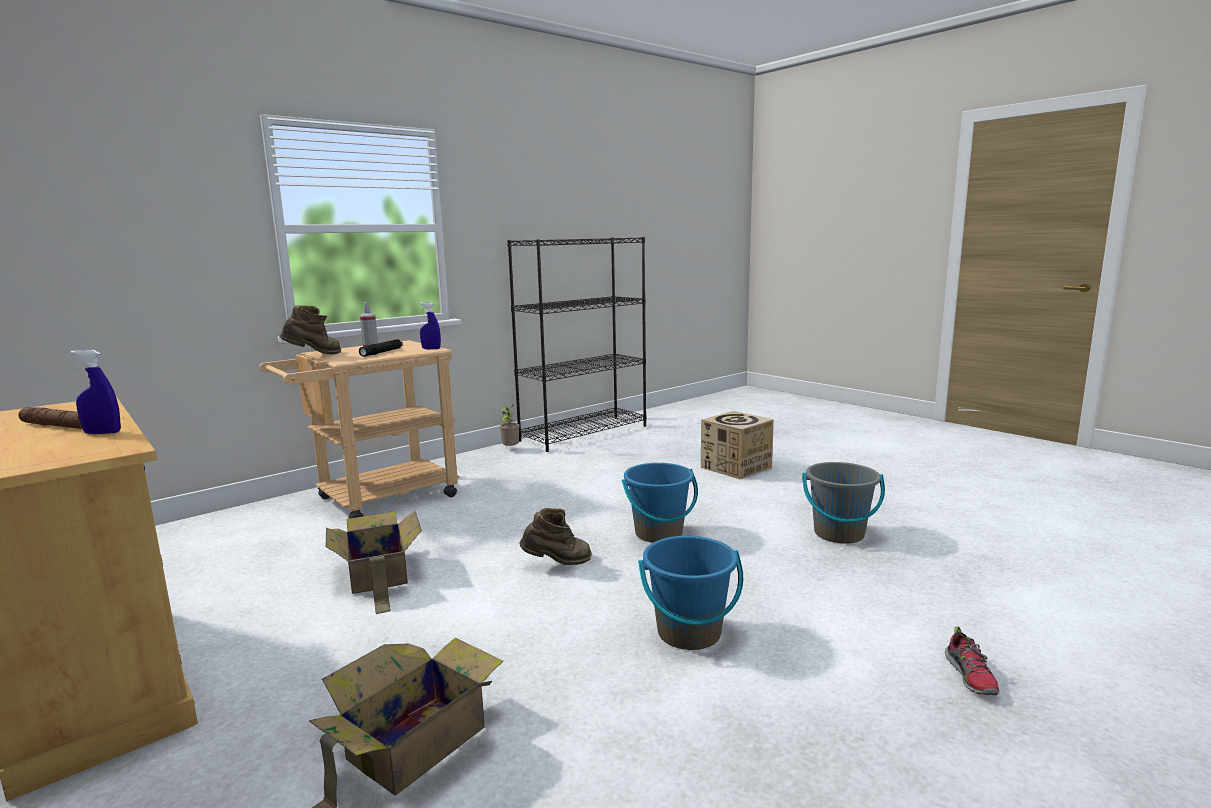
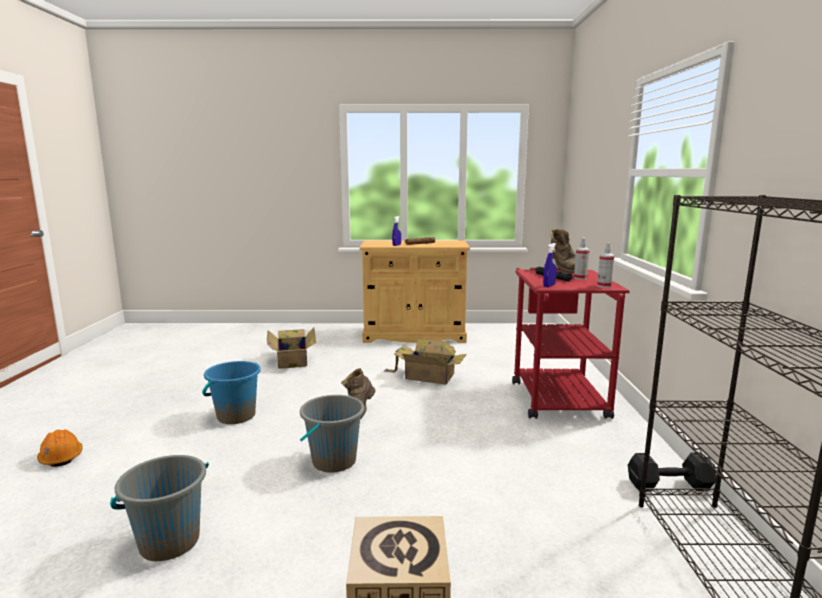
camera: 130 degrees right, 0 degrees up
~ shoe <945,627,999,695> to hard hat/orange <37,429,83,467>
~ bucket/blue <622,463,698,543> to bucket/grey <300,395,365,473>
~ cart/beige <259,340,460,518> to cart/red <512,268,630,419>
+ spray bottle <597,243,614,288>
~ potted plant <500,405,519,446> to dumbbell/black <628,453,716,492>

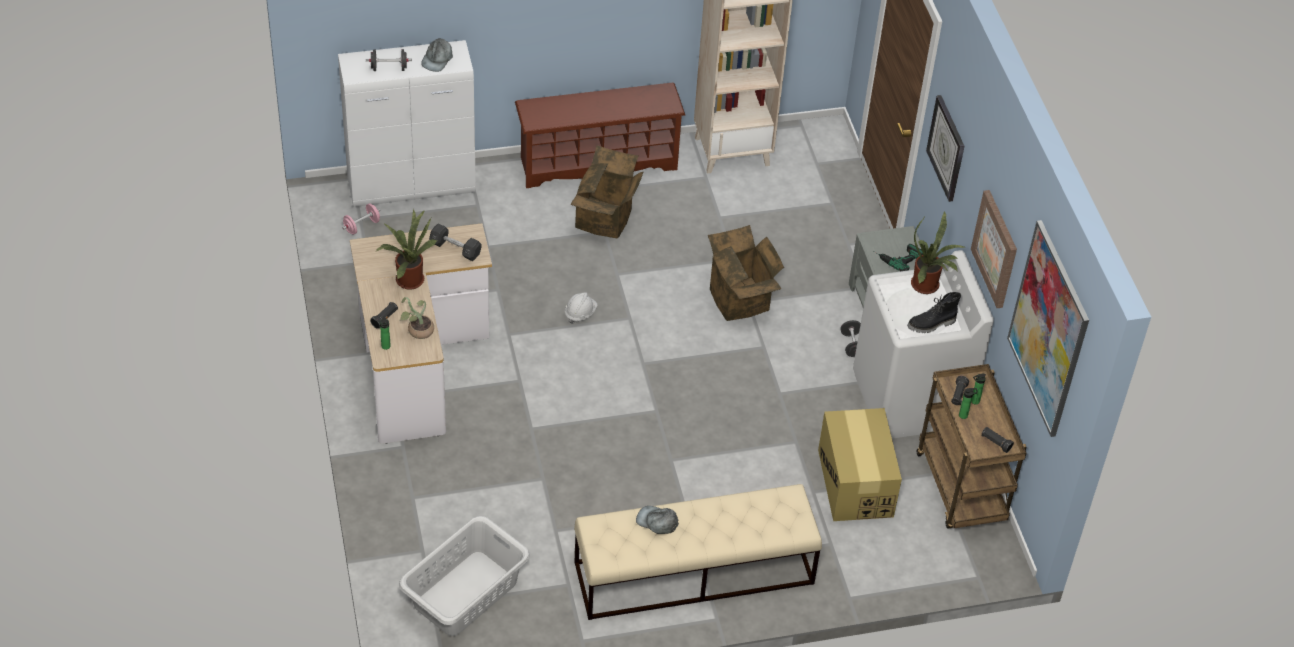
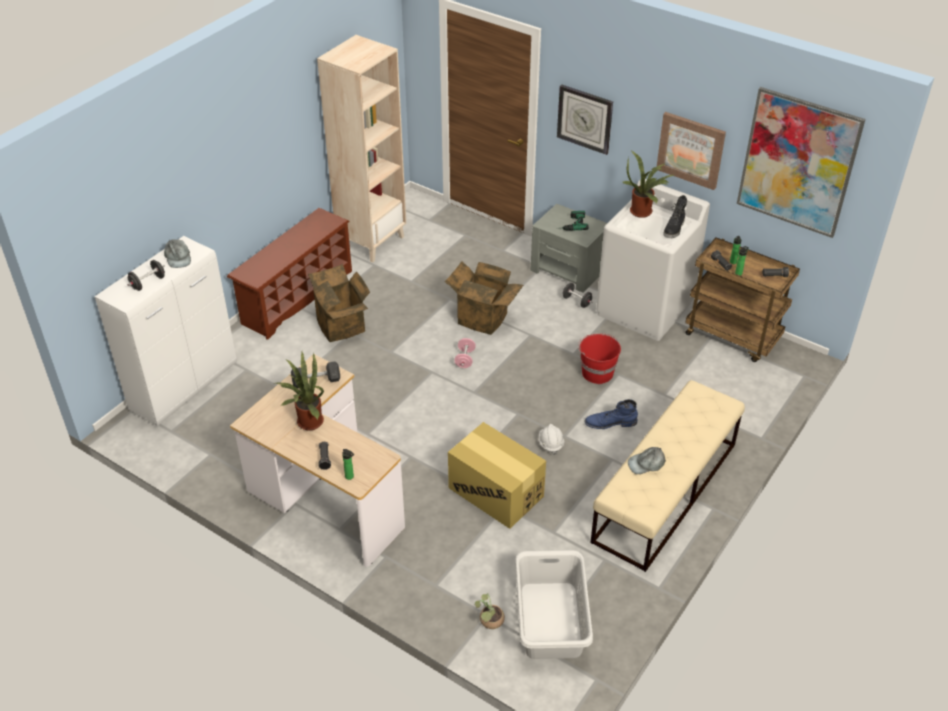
camera: 40 degrees left, 5 degrees down
~ cardboard box <818,408,902,521> to <448,422,546,529>
~ dumbbell/pink <343,203,380,235> to <455,338,476,368>
~ potted plant <400,297,434,339> to <475,593,505,629>
~ hard hat/white <565,292,598,324> to <539,424,564,455>
+ bucket/red <578,333,621,384>
+ boot/blue <585,399,638,429>

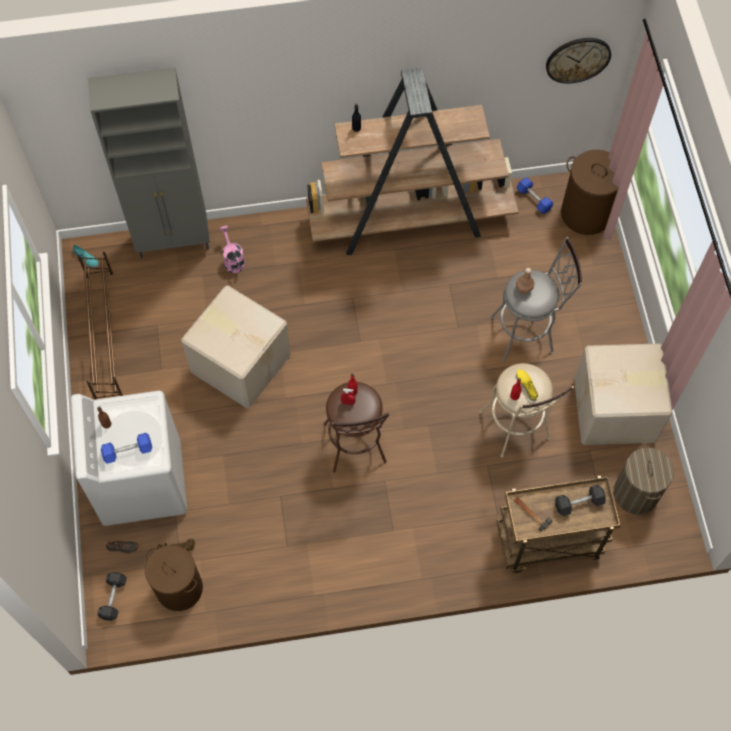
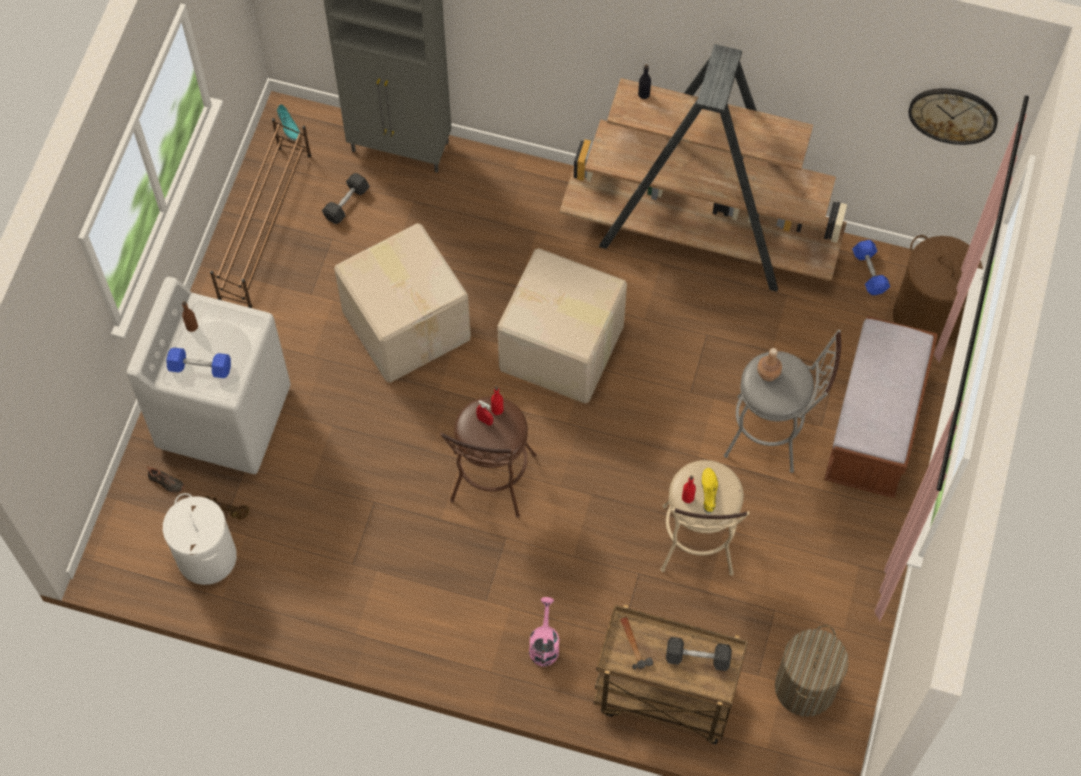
camera: 25 degrees right, 0 degrees up
~ laundry basket/brown <145,545,203,611> to laundry basket/white <163,493,237,585>
~ dumbbell/grey <97,572,127,621> to <322,173,370,224>
~ cardboard box <574,343,672,445> to <497,248,627,403>
~ watering can/pink <219,226,245,273> to <529,597,559,667>
+ bench/brown <824,316,938,498>

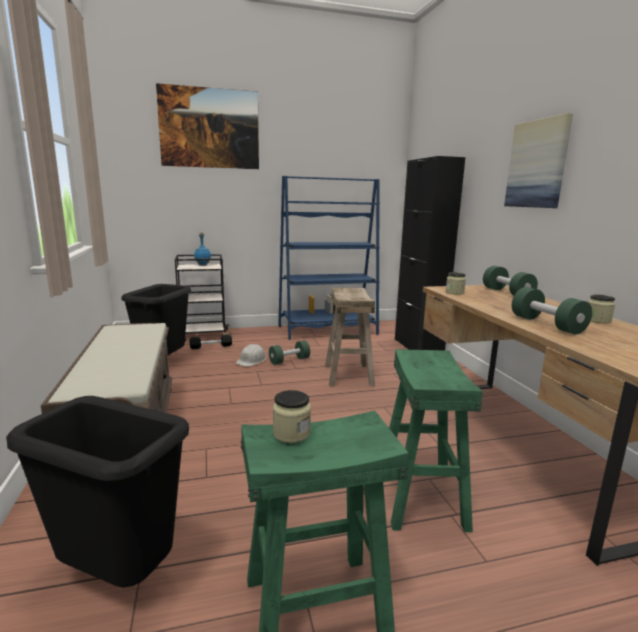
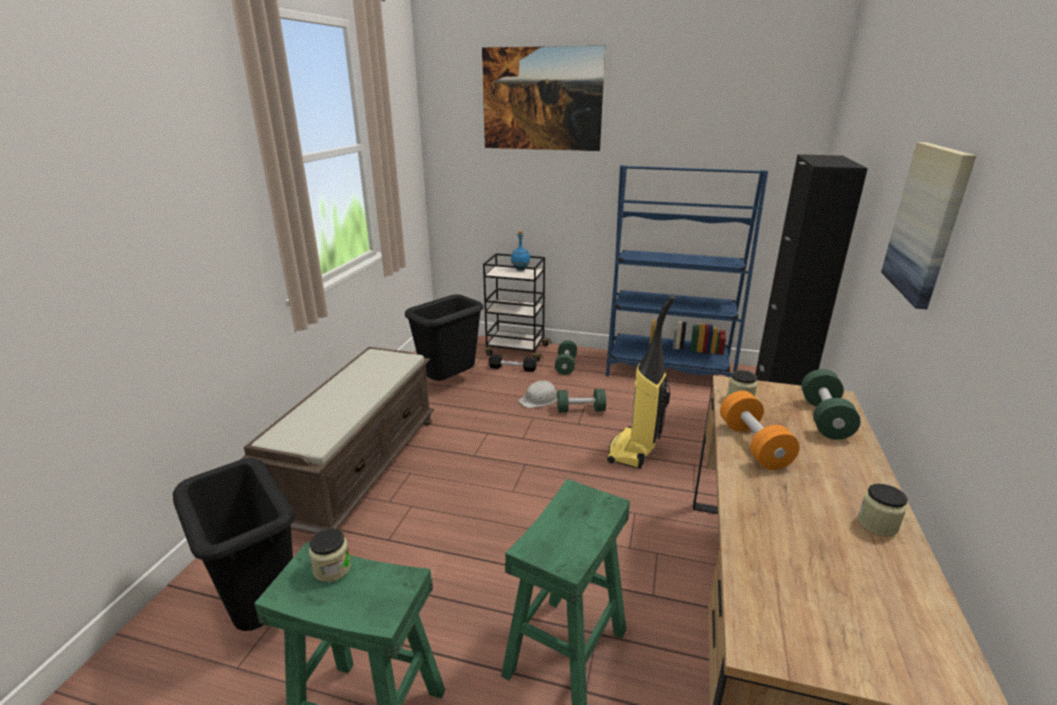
camera: 30 degrees right, 10 degrees up
~ dumbbell/green <512,287,592,334> to <555,340,577,375>
~ stool/beige <325,288,375,387> to vacuum cleaner <607,295,676,469>
+ dumbbell/orange <720,391,800,470>

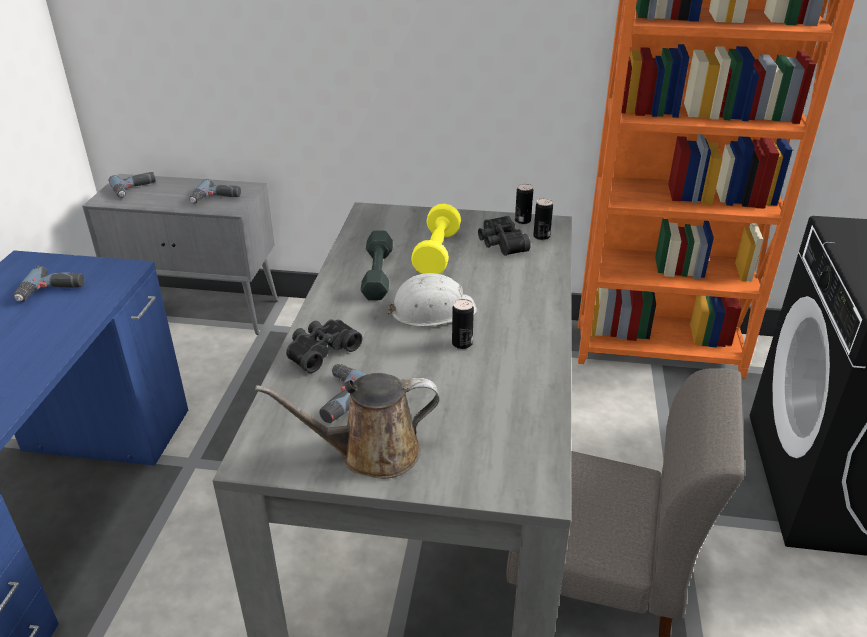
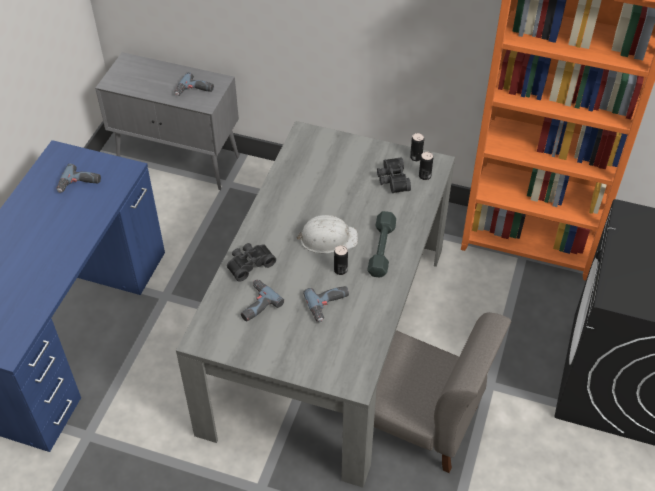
camera: 10 degrees right, 15 degrees up
~ power drill <109,172,156,198> to <303,286,349,322>
~ dumbbell/grey <361,231,393,301> to <367,211,396,277>
- watering can/brown <255,373,440,479>
- dumbbell/yellow <411,204,461,274>

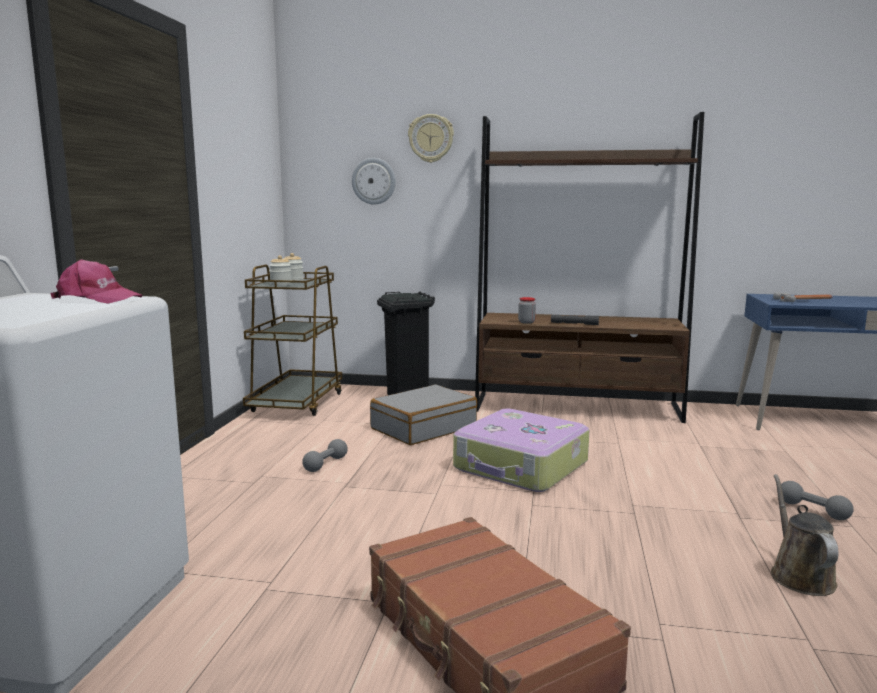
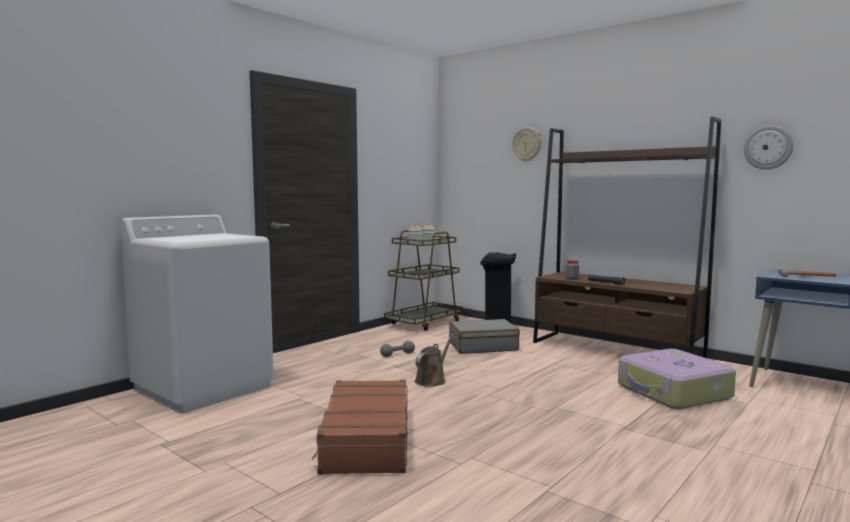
camera: 30 degrees right, 5 degrees down
~ watering can/brown <771,474,838,596> to <415,334,454,387>
~ suitcase <453,409,589,492> to <618,349,736,409>
~ wall clock <352,158,396,205> to <744,125,793,170>
- cap/pink <50,259,142,304>
- dumbbell/grey <781,481,854,520>

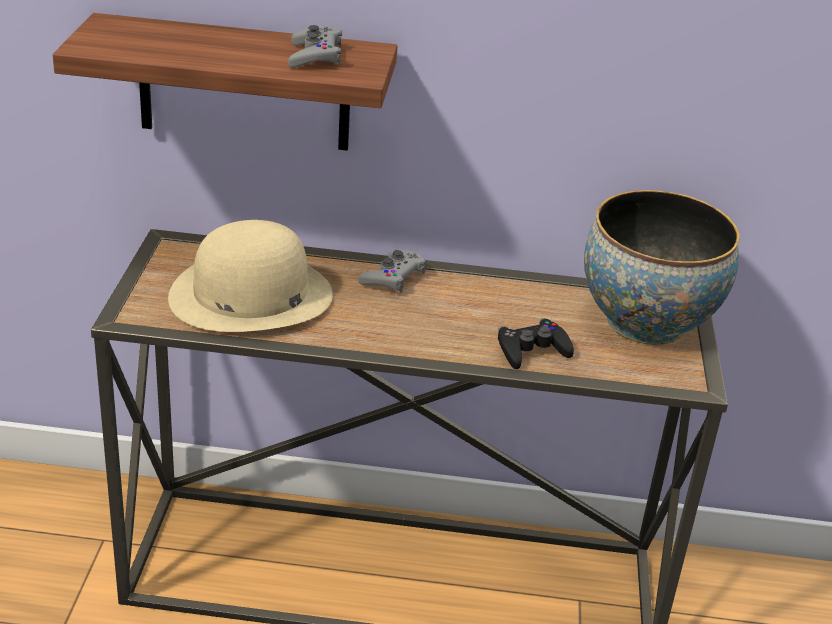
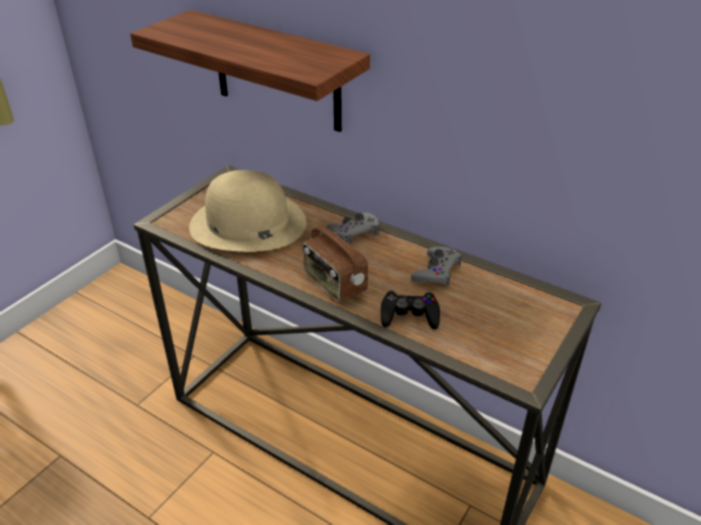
camera: 30 degrees right, 5 degrees up
+ radio <303,220,368,303>
~ game controller/grey <288,25,342,68> to <411,247,462,286>
- bowl <584,190,740,345>

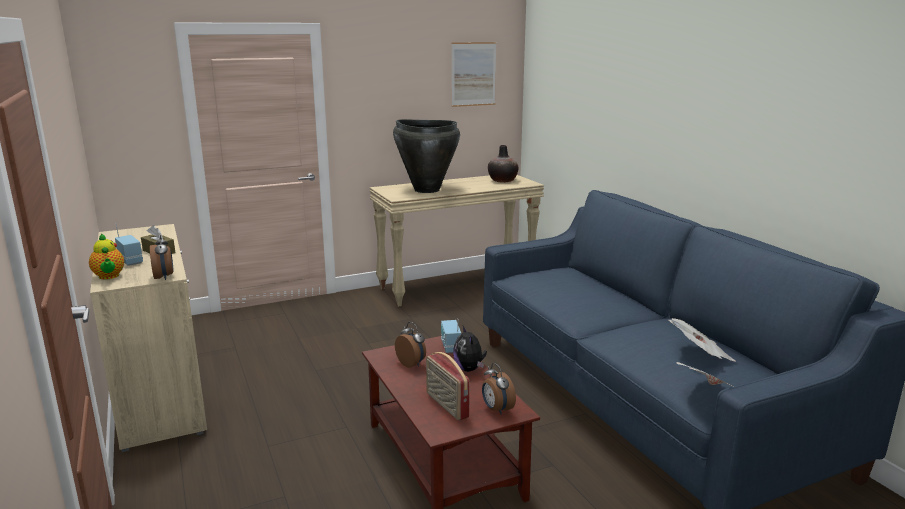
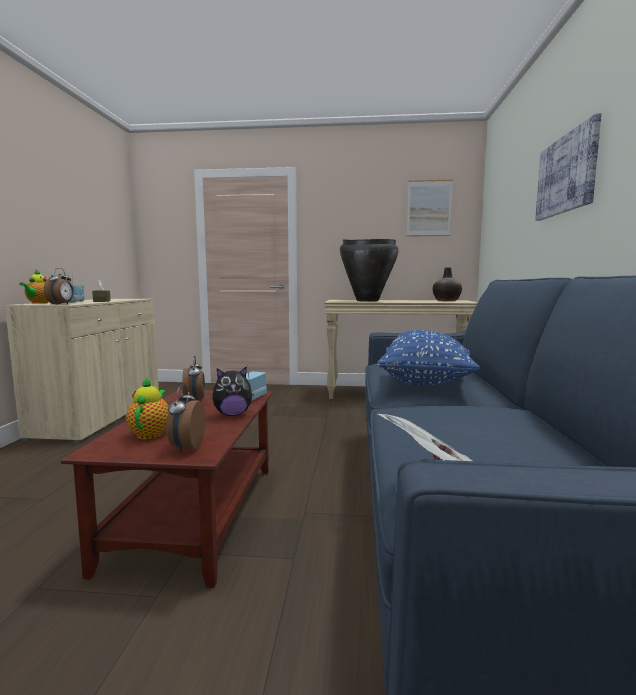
camera: 30 degrees right, 10 degrees down
~ radio <426,352,470,420> to teapot <126,377,169,439>
~ plush toy <453,326,487,372> = <212,367,254,416> 120 degrees counterclockwise
+ pillow/blue <377,330,480,385>
+ picture <535,113,602,221>
- newspaper <669,318,736,361>

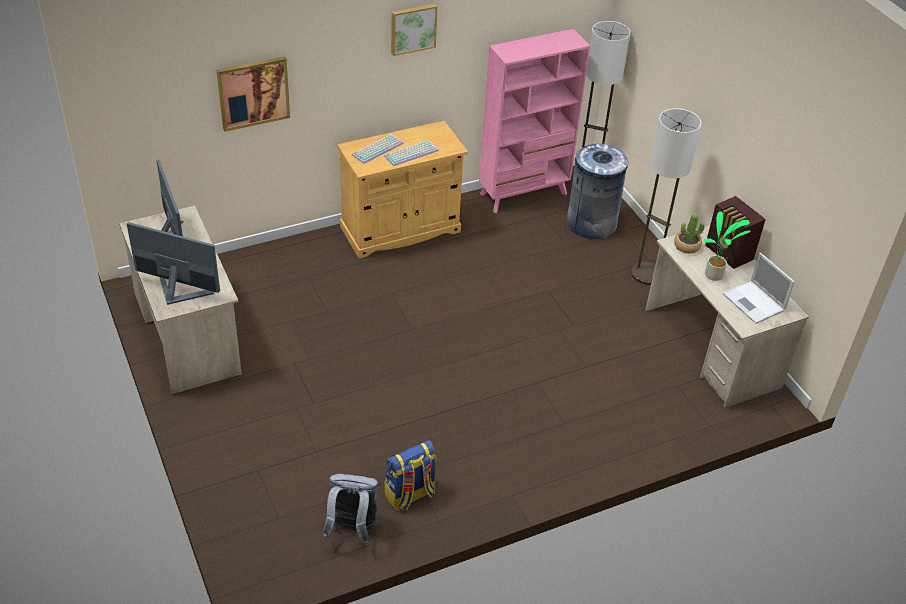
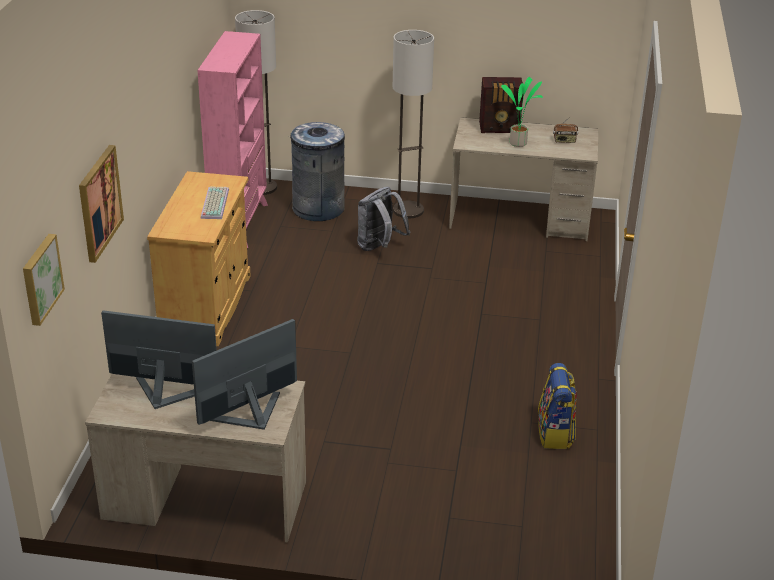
camera: 55 degrees left, 10 degrees down
~ picture <391,4,438,56> to <23,234,65,326>
~ backpack/grey <323,474,379,546> to <357,187,410,251>
~ laptop <723,253,795,324> to radio <553,116,578,143>
- keyboard <352,134,404,164>
- potted plant <674,213,704,254>

